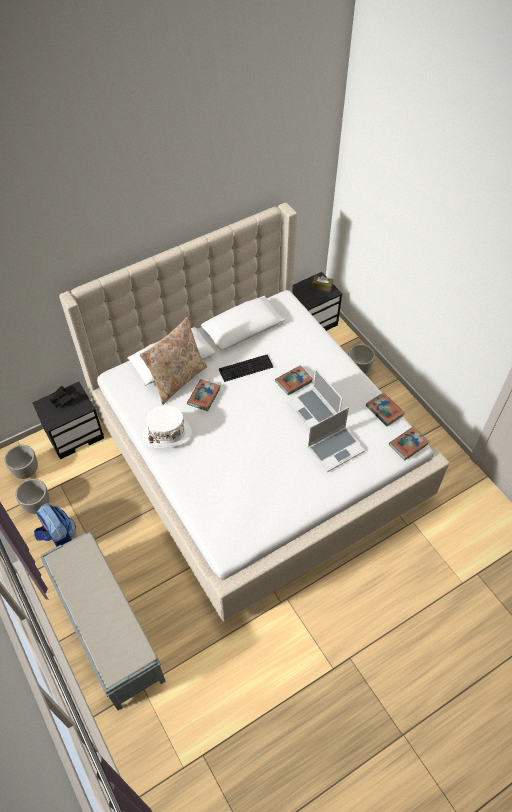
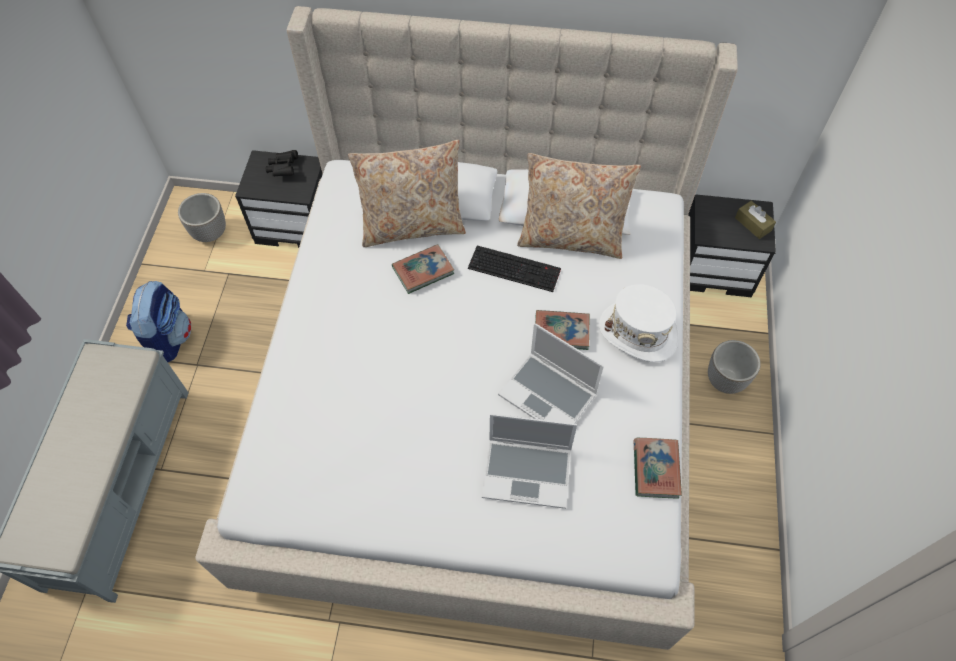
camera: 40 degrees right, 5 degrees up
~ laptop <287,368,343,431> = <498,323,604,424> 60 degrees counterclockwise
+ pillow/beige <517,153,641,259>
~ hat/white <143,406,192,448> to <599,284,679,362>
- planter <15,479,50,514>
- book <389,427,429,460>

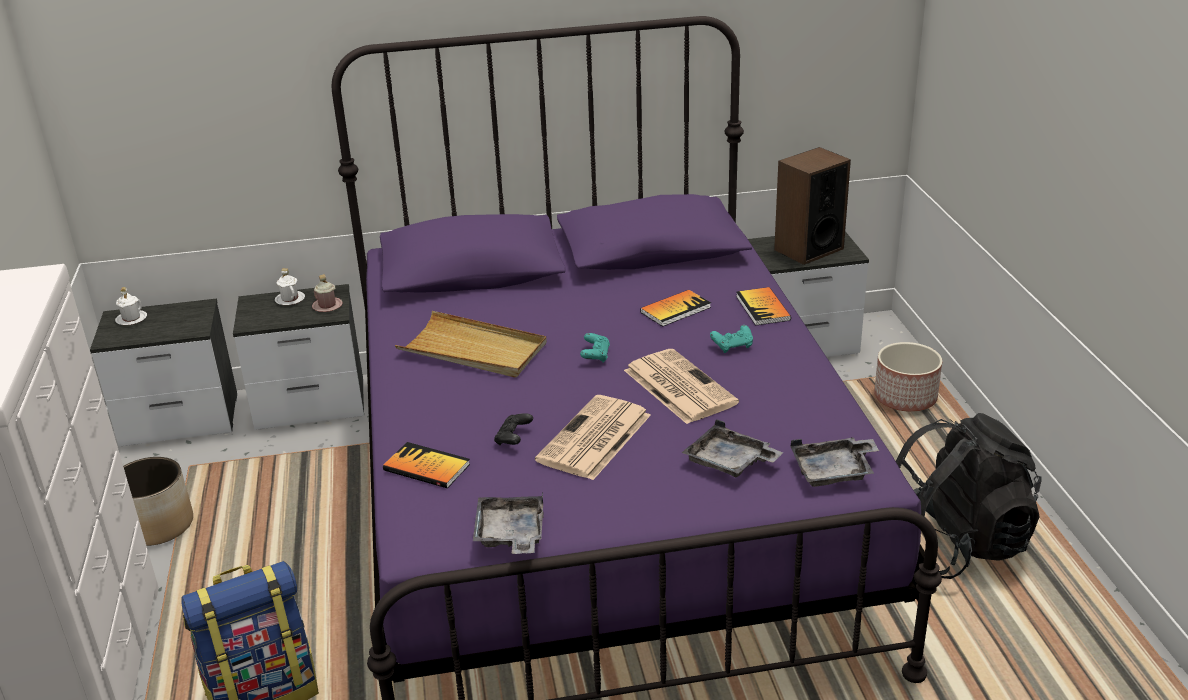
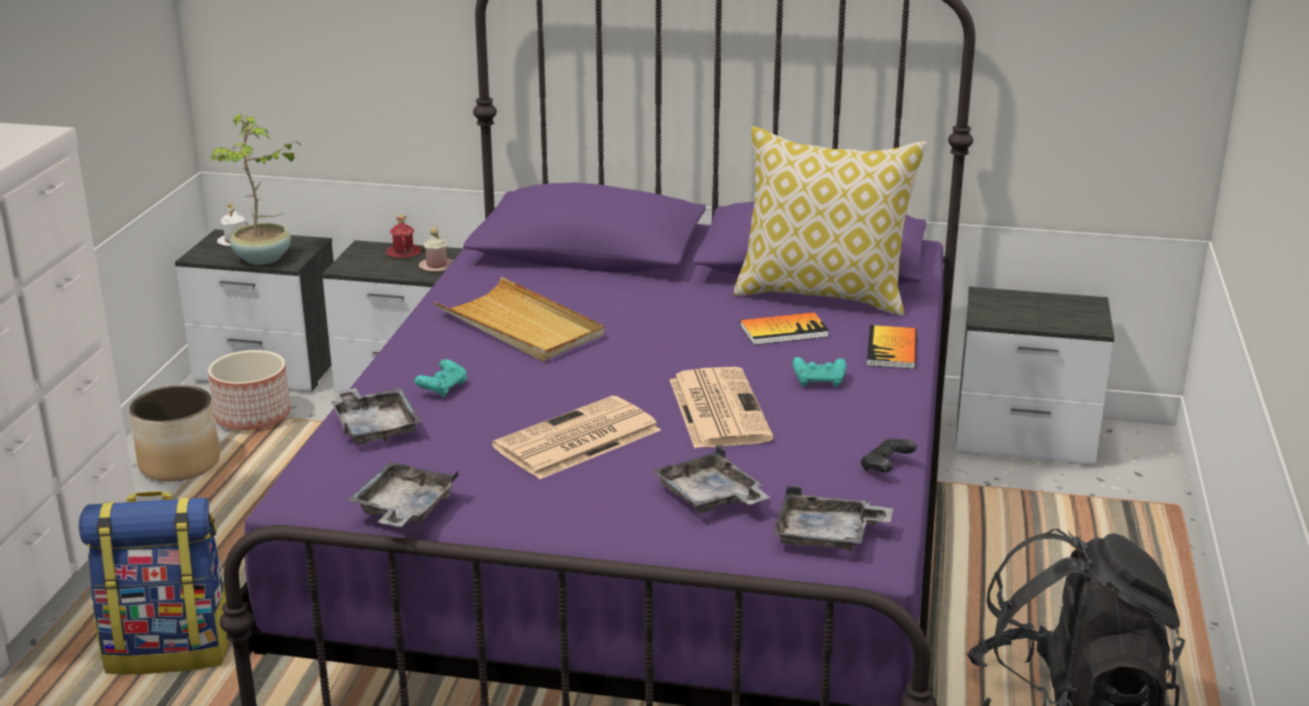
camera: 20 degrees right, 5 degrees down
~ planter <874,342,942,412> to <208,350,291,430>
+ potted plant <209,113,302,265>
~ book <383,442,470,488> to tray/grey <331,388,421,445>
~ mug/white <275,268,305,305> to mug/red <386,214,421,258>
~ game controller/turquoise <580,333,610,363> to <414,359,467,398>
+ pillow <734,126,927,316>
~ game controller/black <494,413,533,445> to <861,438,917,473>
- speaker <774,147,851,265>

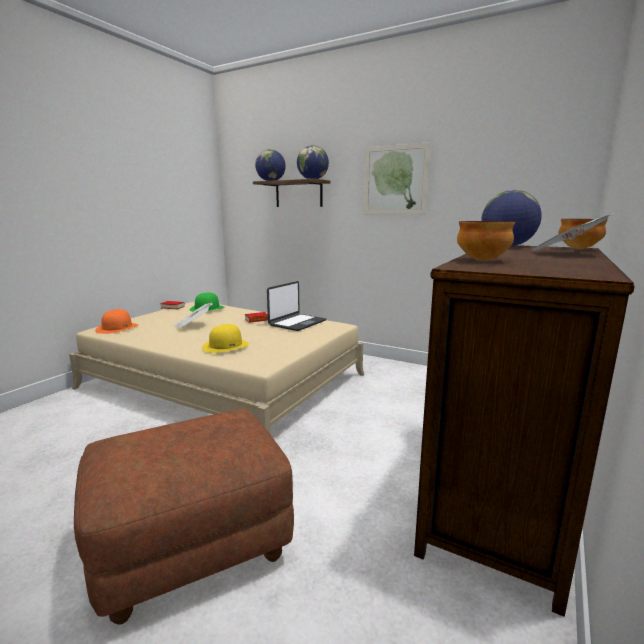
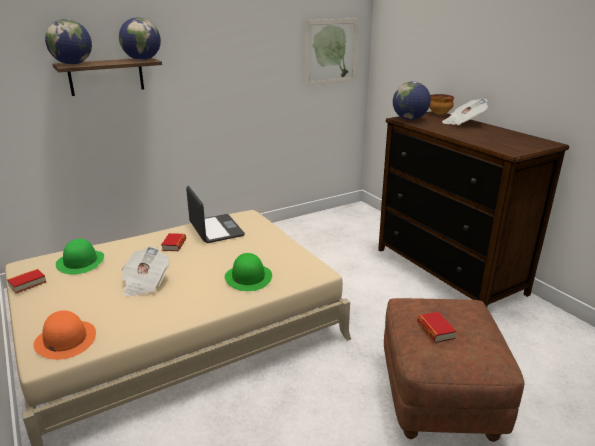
camera: 60 degrees left, 10 degrees up
~ hat/yellow <202,324,249,353> to hat/green <225,253,272,291>
~ picture <364,142,431,215> to <305,18,358,86>
+ book <417,312,456,343>
- bowl <457,221,515,261>

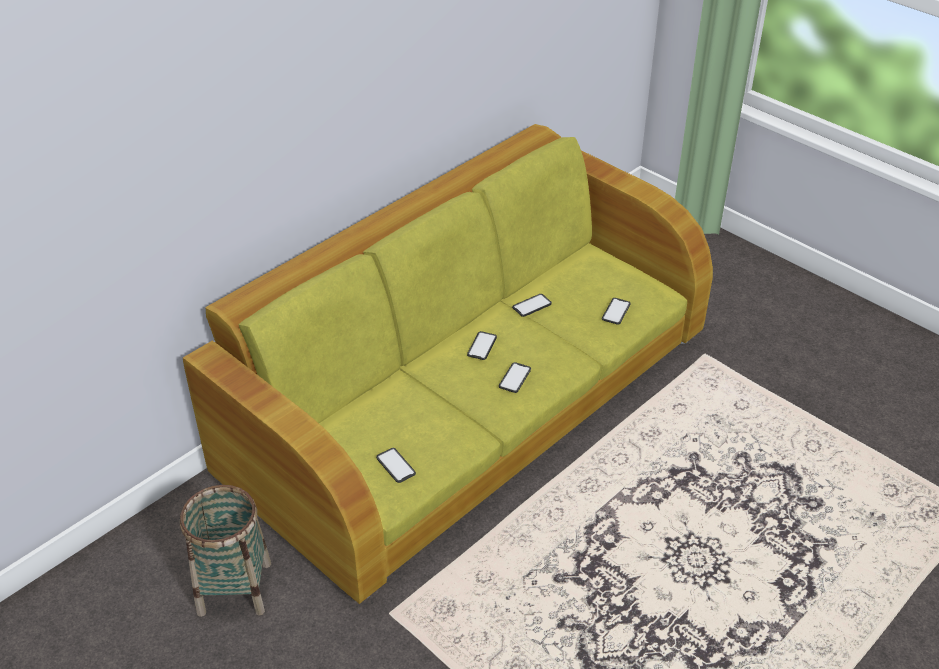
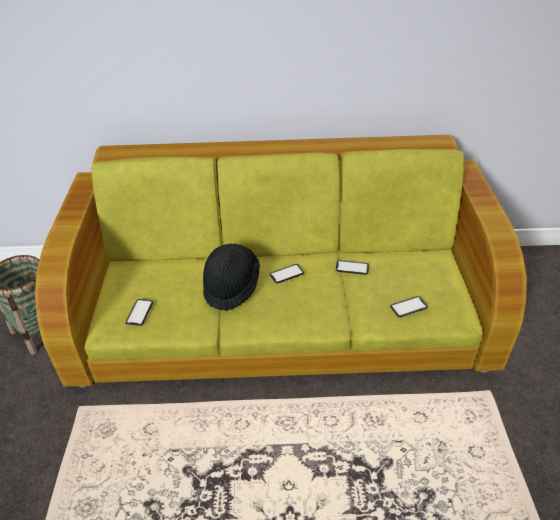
camera: 45 degrees right, 0 degrees up
+ hat/black <203,243,260,311>
- phone <499,362,531,393>

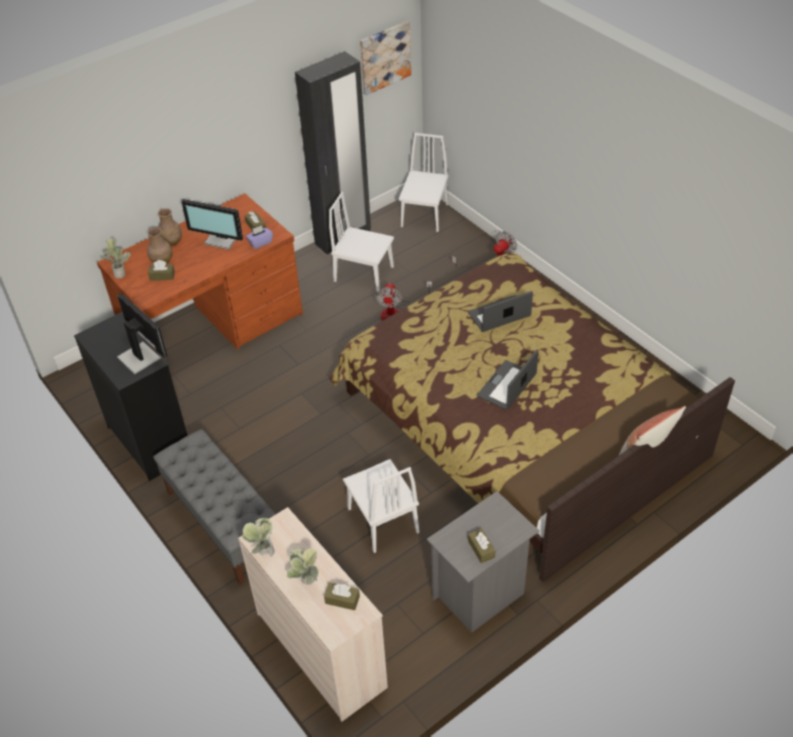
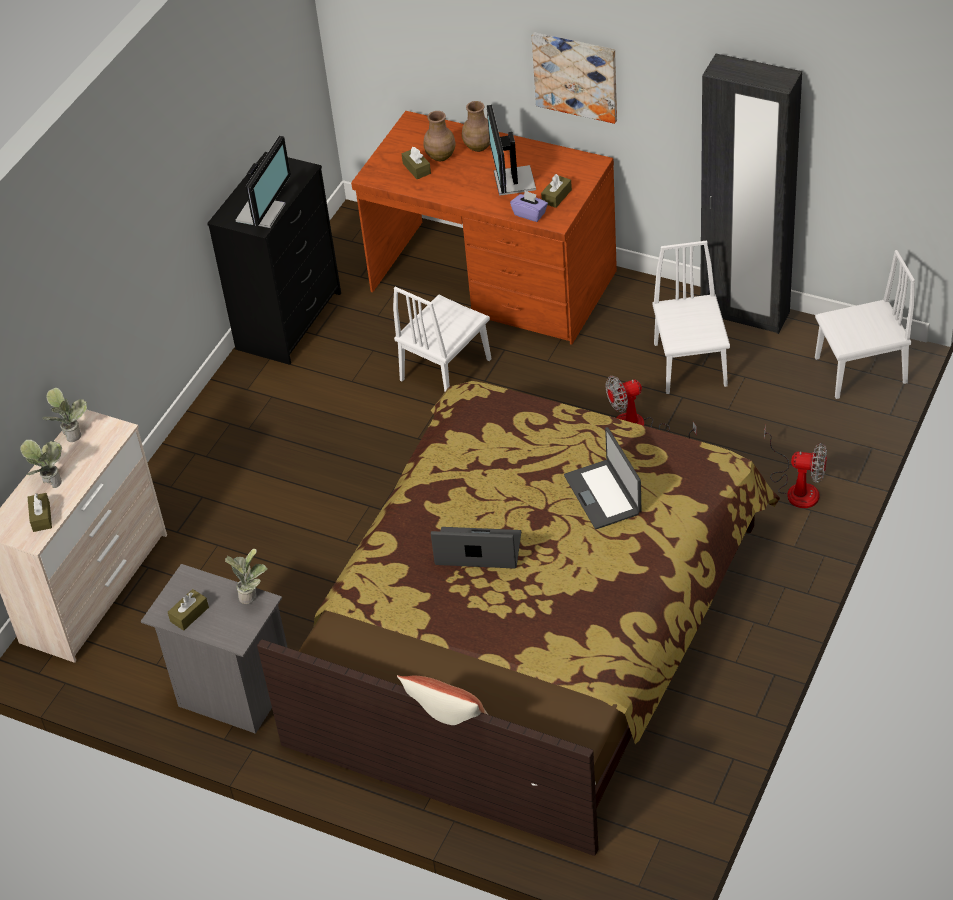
camera: 65 degrees right, 0 degrees up
~ potted plant <100,239,131,278> to <224,549,268,604>
~ chair/white <343,459,420,553> to <393,287,491,392>
~ picture <360,21,411,95> to <532,32,617,124>
~ laptop <468,291,533,332> = <564,427,641,529> 150 degrees counterclockwise
- bench/grey <153,429,276,585>

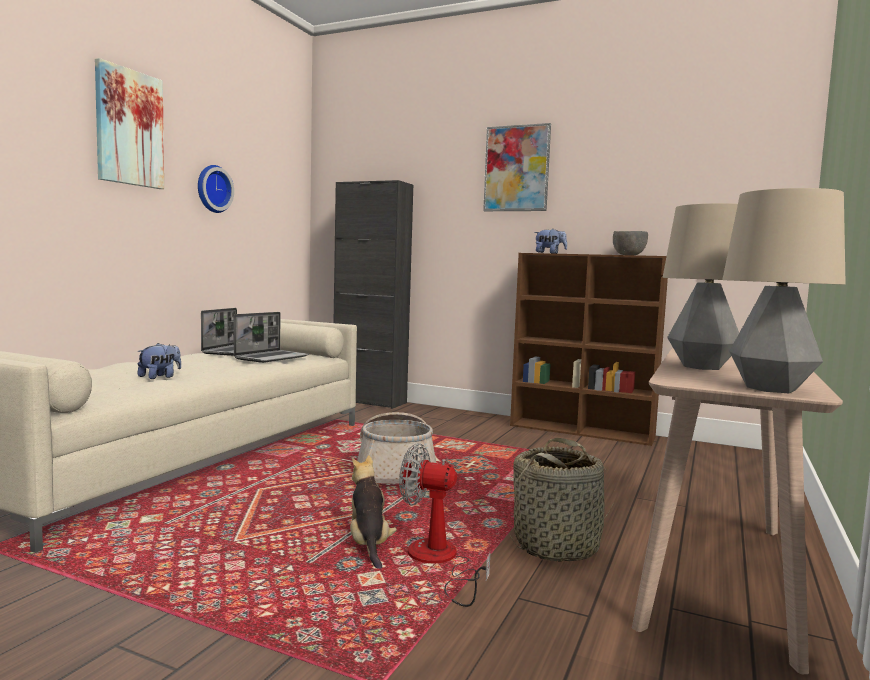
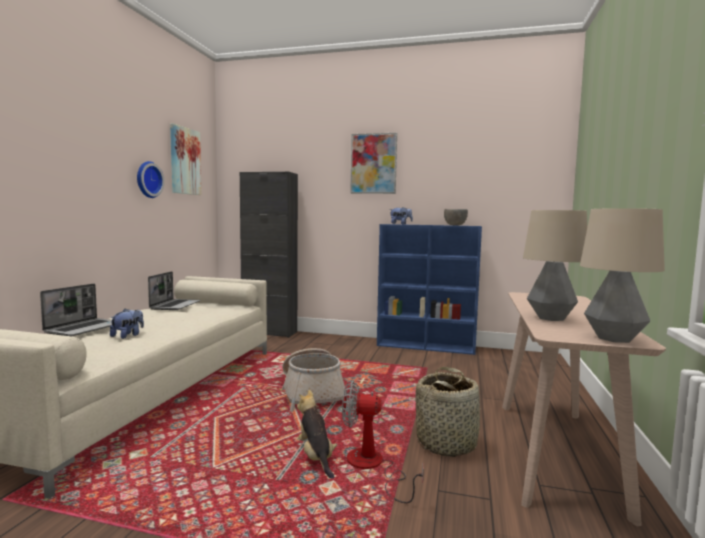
camera: 10 degrees left, 0 degrees up
~ laptop <234,312,309,363> to <40,284,112,336>
~ picture <95,58,164,189> to <170,123,201,195>
~ bookcase/brown <510,253,668,446> to bookcase/blue <377,224,482,355>

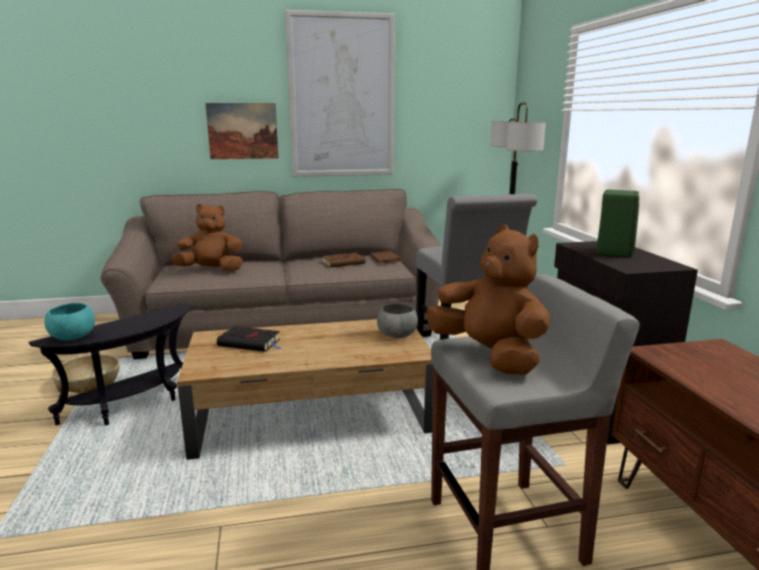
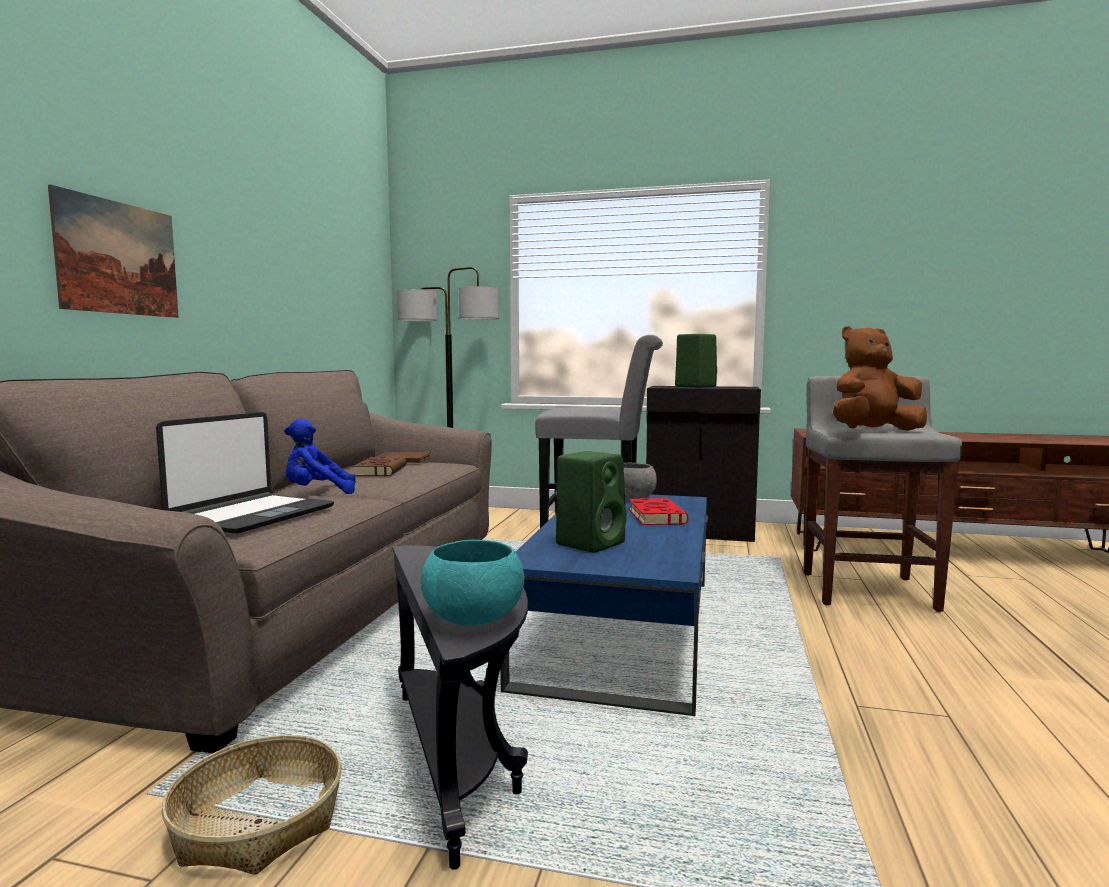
camera: 65 degrees left, 10 degrees down
~ plush toy/brown <171,204,243,271> to laptop <156,412,334,534>
+ plush toy/blue <284,419,356,494>
~ coffee table/brown <177,319,433,460> to coffee table/blue <500,495,708,716>
~ book/black <217,326,282,352> to speaker/green <556,451,627,553>
+ book/red <629,498,689,525>
- picture <285,10,395,177>

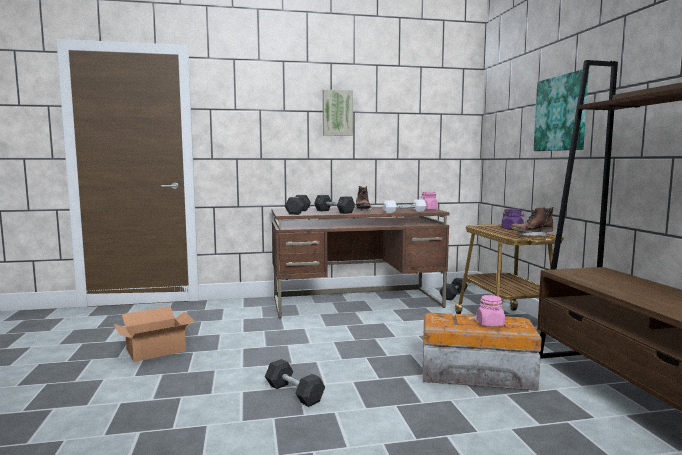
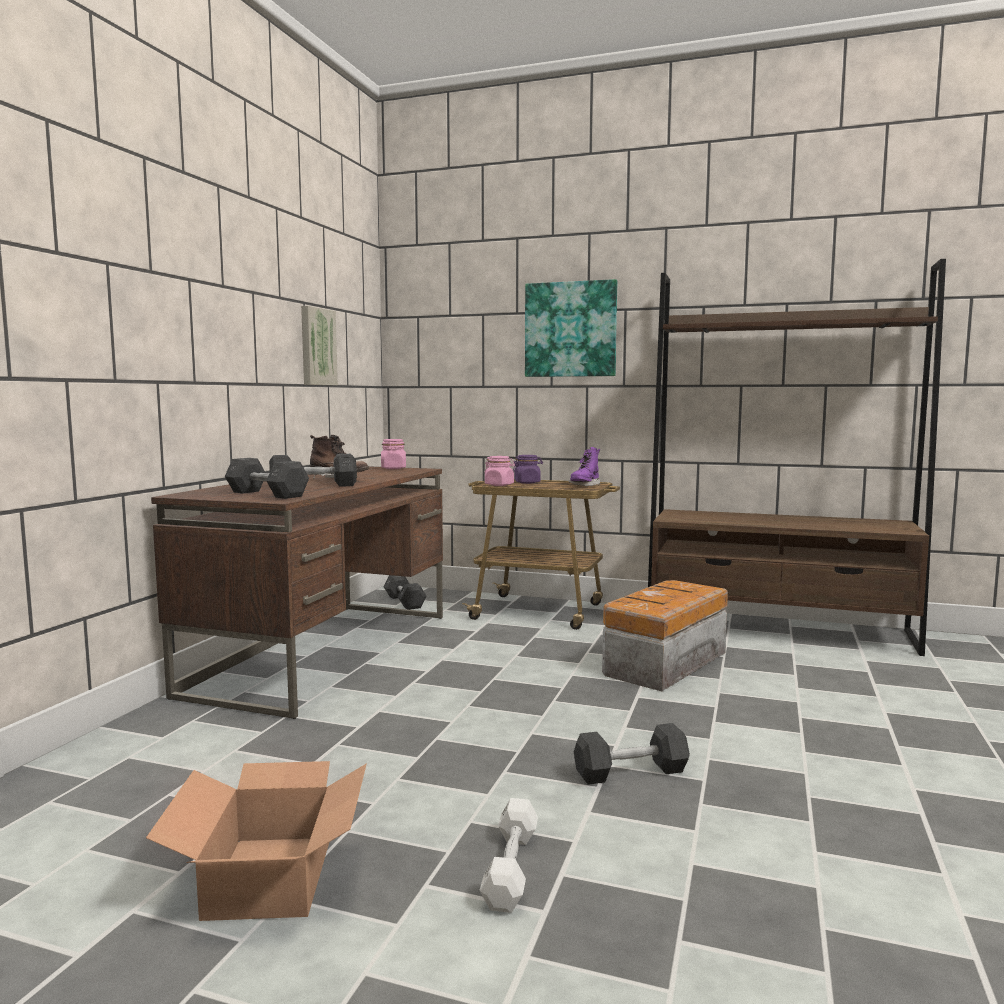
camera: 60 degrees left, 0 degrees up
~ picture <323,90,353,136> to <301,306,338,385>
~ dumbbell/white <383,199,427,213> to <480,798,538,913>
~ jar/pink <476,295,505,327> to <484,456,515,486>
~ boot/brown <510,207,554,237> to boot/purple <568,447,600,486>

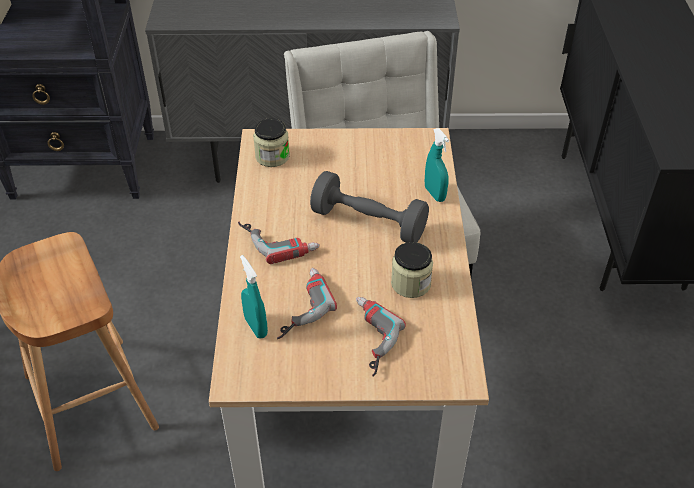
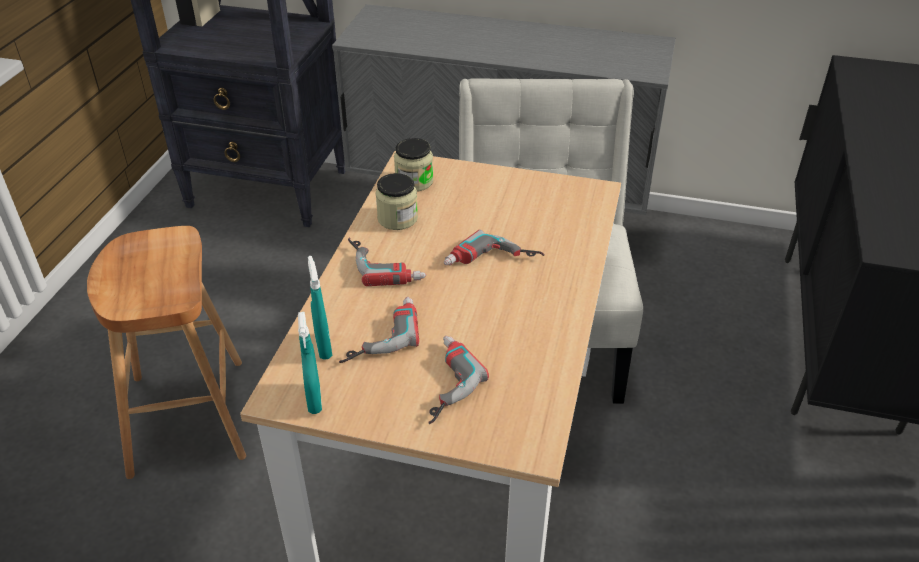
camera: 15 degrees right, 5 degrees down
~ spray bottle/turquoise <425,128,449,202> to <298,312,322,414>
~ jar <391,242,433,298> to <376,173,418,230>
~ dumbbell/grey <310,171,429,242> to power drill <444,230,544,265>

